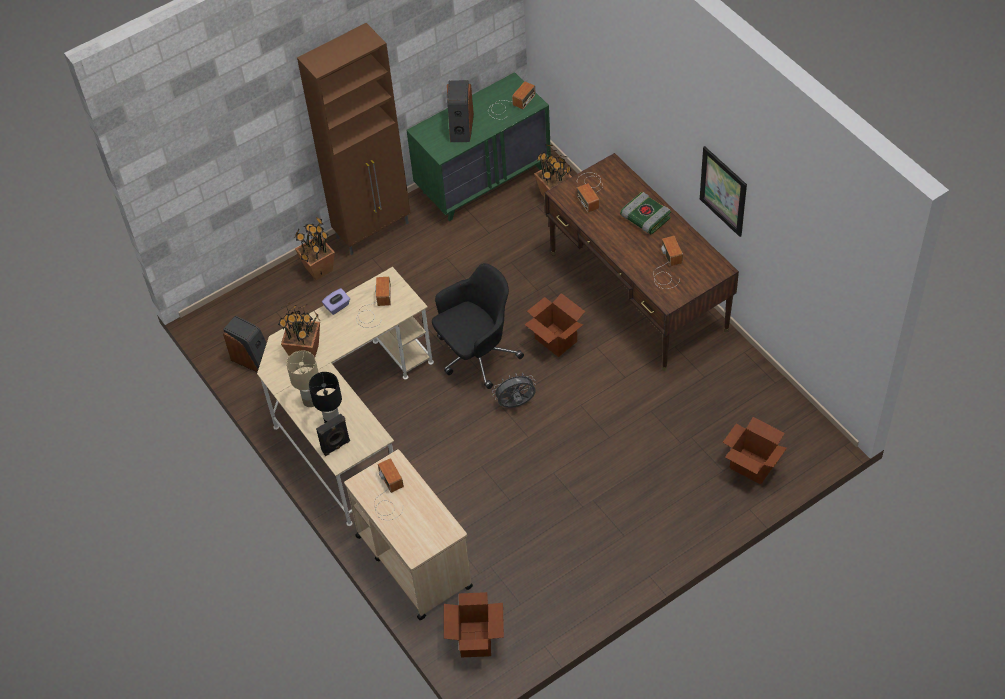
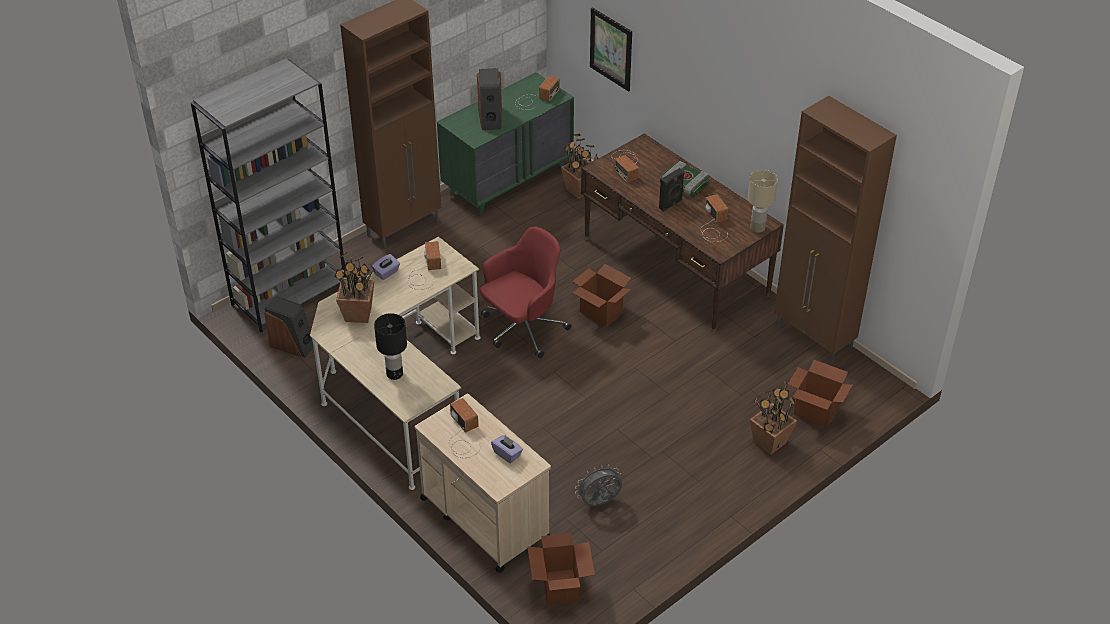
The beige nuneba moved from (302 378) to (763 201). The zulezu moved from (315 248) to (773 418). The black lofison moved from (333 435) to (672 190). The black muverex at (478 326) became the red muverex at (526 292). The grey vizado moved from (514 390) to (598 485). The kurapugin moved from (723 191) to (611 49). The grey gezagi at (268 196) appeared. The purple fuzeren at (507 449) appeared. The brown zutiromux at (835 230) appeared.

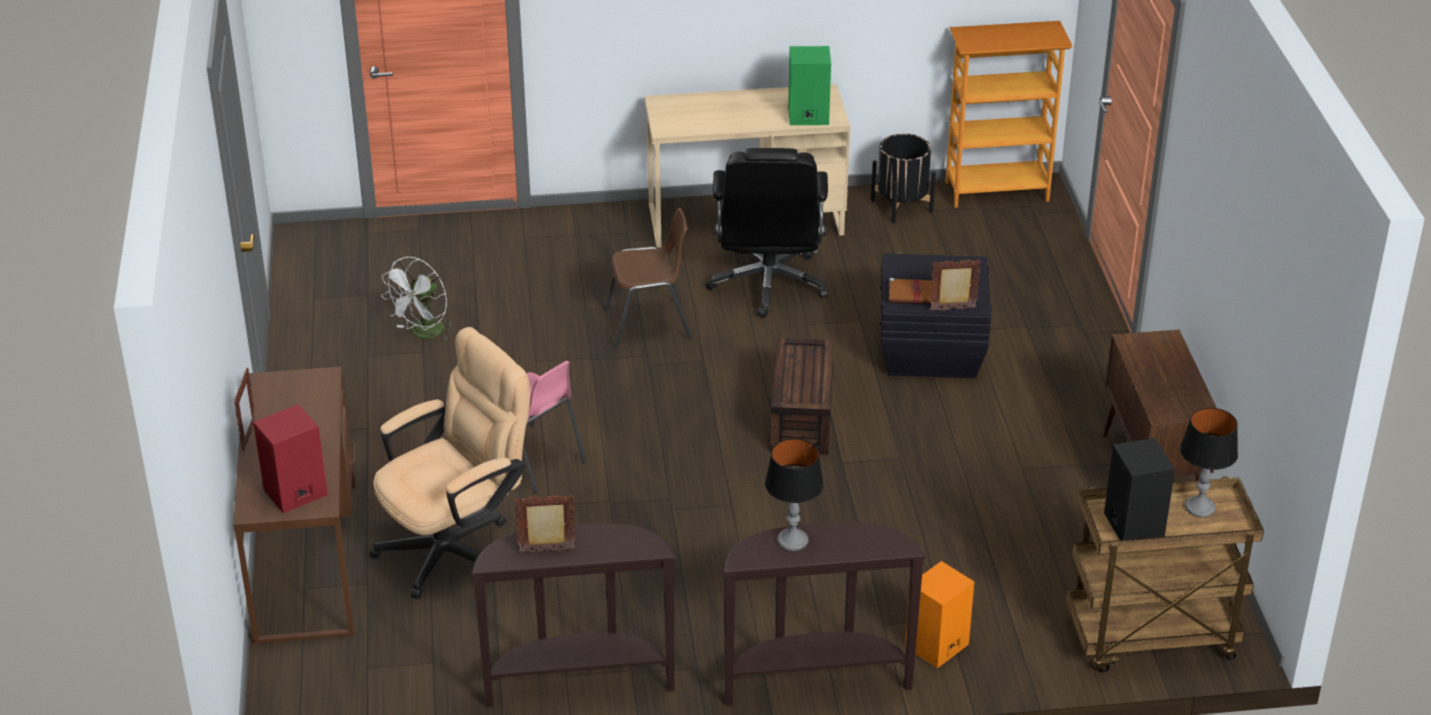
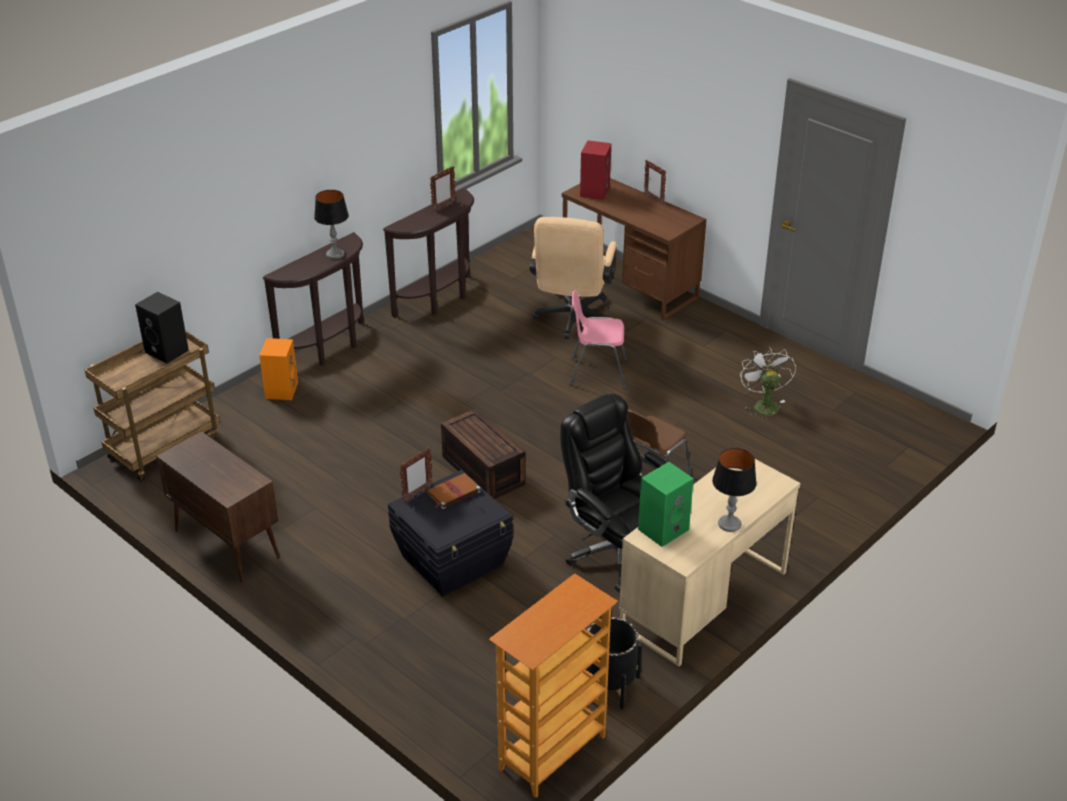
The nuneba moved from (1209 462) to (734 490).

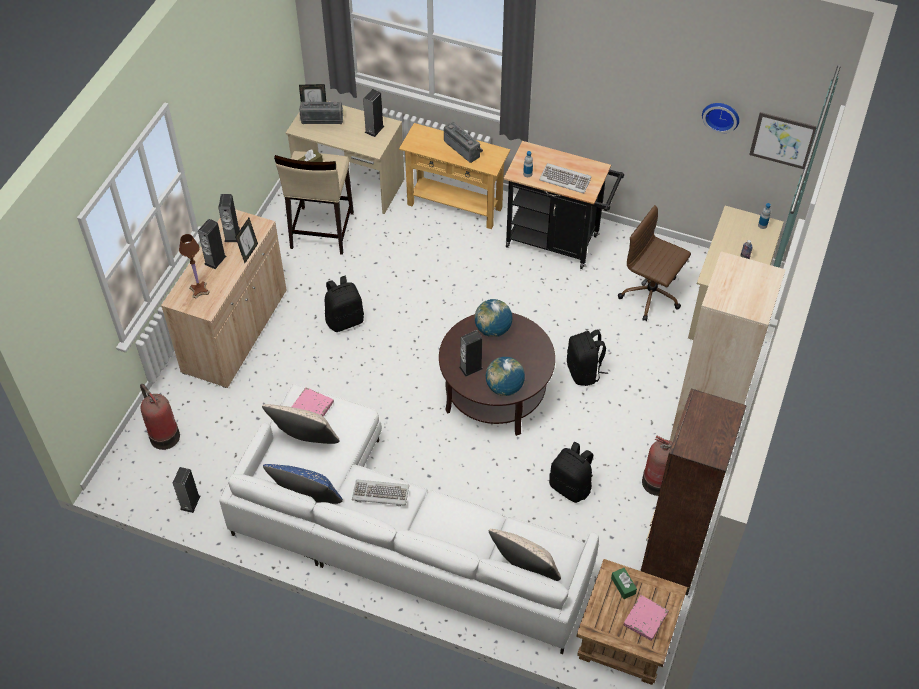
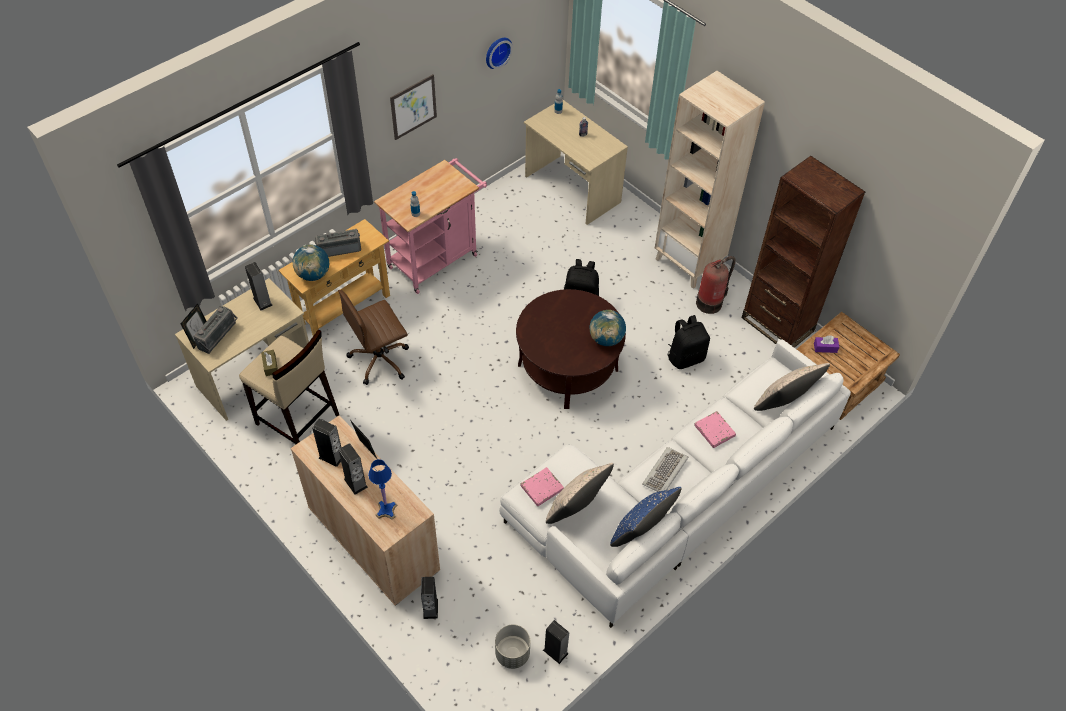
The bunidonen at (160 417) disappeared. The brown nuneba at (194 266) became the blue nuneba at (382 489). The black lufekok at (344 304) disappeared. The lofison moved from (471 353) to (429 598). The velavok moved from (494 318) to (310 262). The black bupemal at (564 205) became the pink bupemal at (430 226). The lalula at (565 178) disappeared. The green fuzeren at (624 583) became the purple fuzeren at (826 344). The brown muverex moved from (654 263) to (373 337). The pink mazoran moved from (646 618) to (715 429). The kurapugin moved from (783 140) to (413 107). The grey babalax at (512 646) appeared.

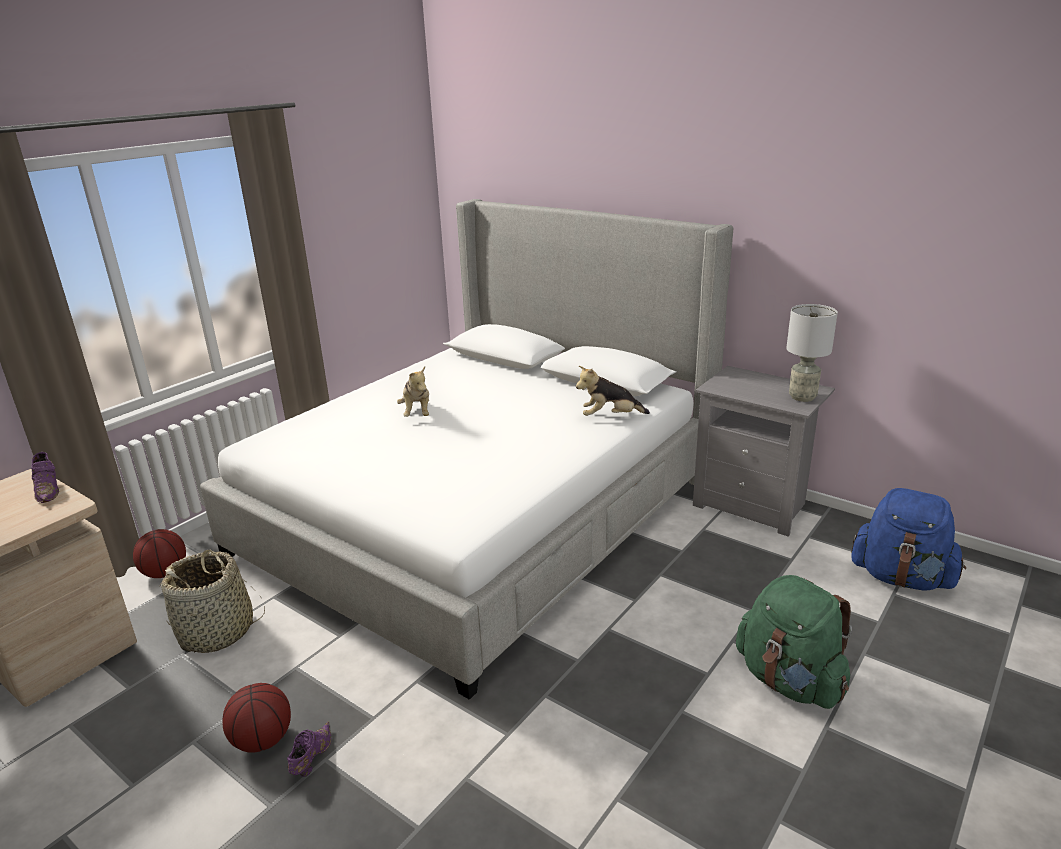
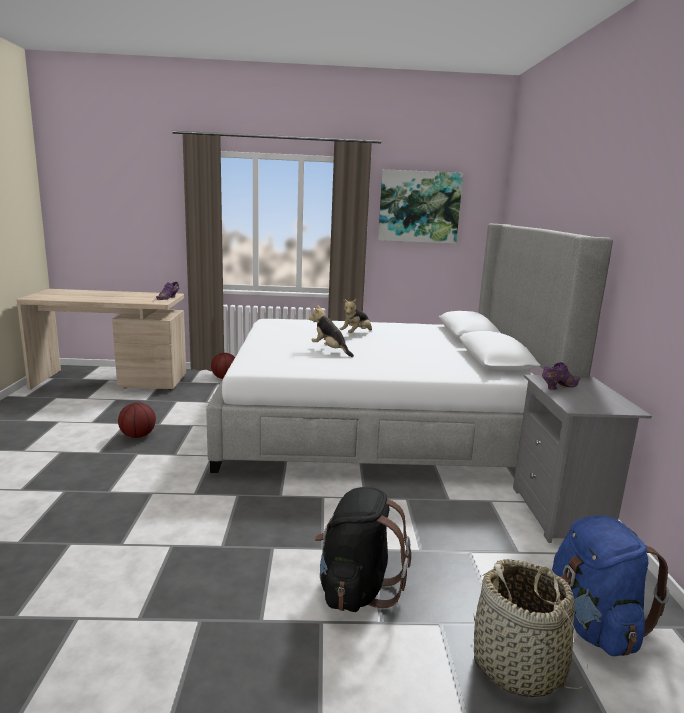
The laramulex moved from (212 601) to (530 628). The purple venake moved from (309 749) to (561 376). The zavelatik moved from (613 391) to (331 331). The green lufekok at (794 642) became the black lufekok at (363 549). The grey nuneba at (812 353) disappeared. The kurapugin at (420 206) appeared.

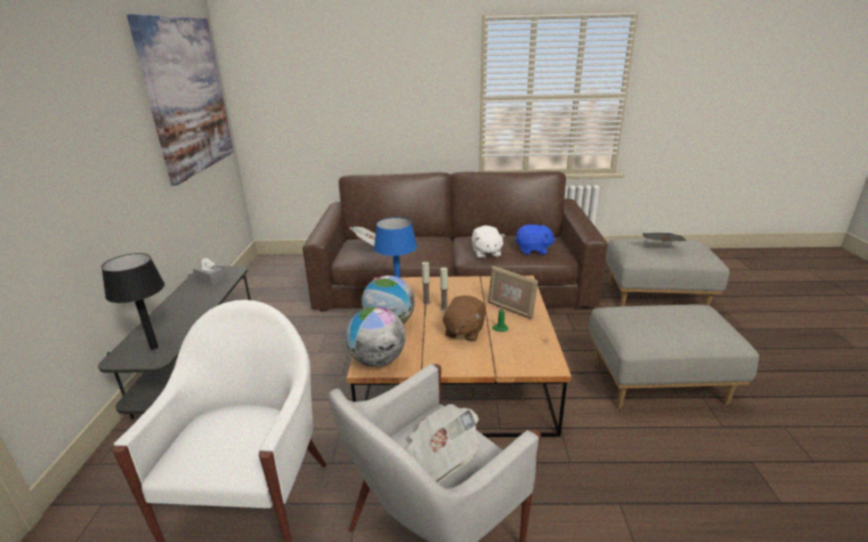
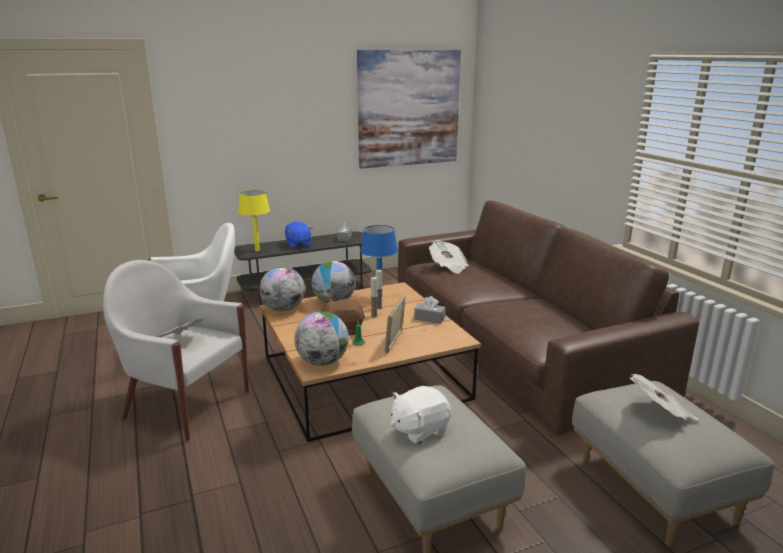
The black nuneba at (133 301) became the yellow nuneba at (254 220). The white zavelatik moved from (488 241) to (420 415). The blue zavelatik moved from (535 239) to (298 235). The velavok at (321 338) appeared. The grey fuzeren at (430 310) appeared.

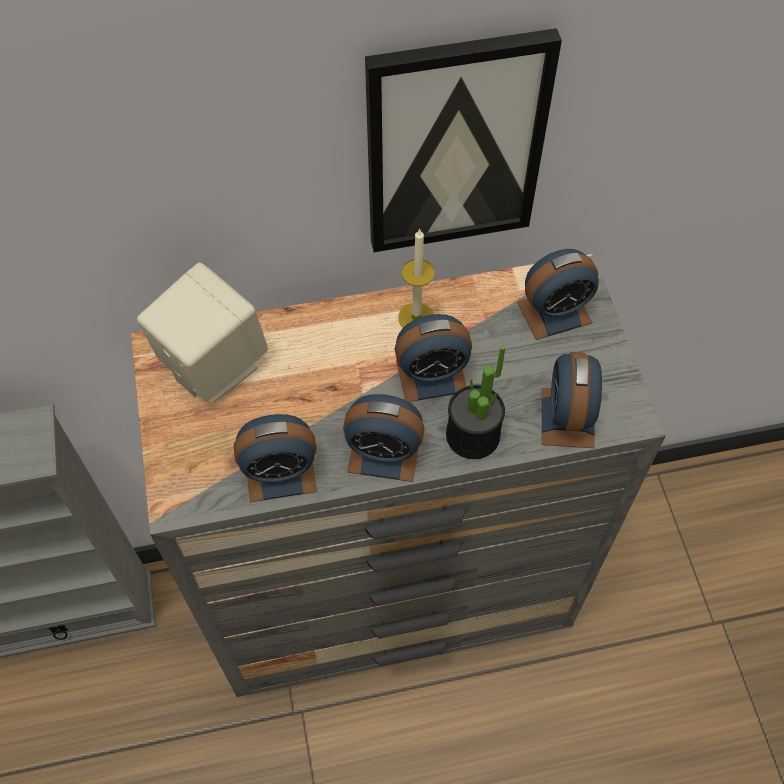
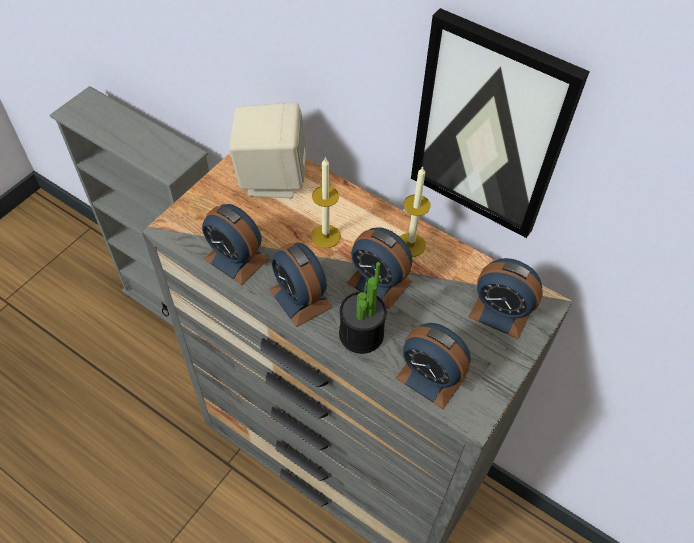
The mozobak at (572 400) turned 105 degrees counterclockwise. The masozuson at (326 202) appeared.

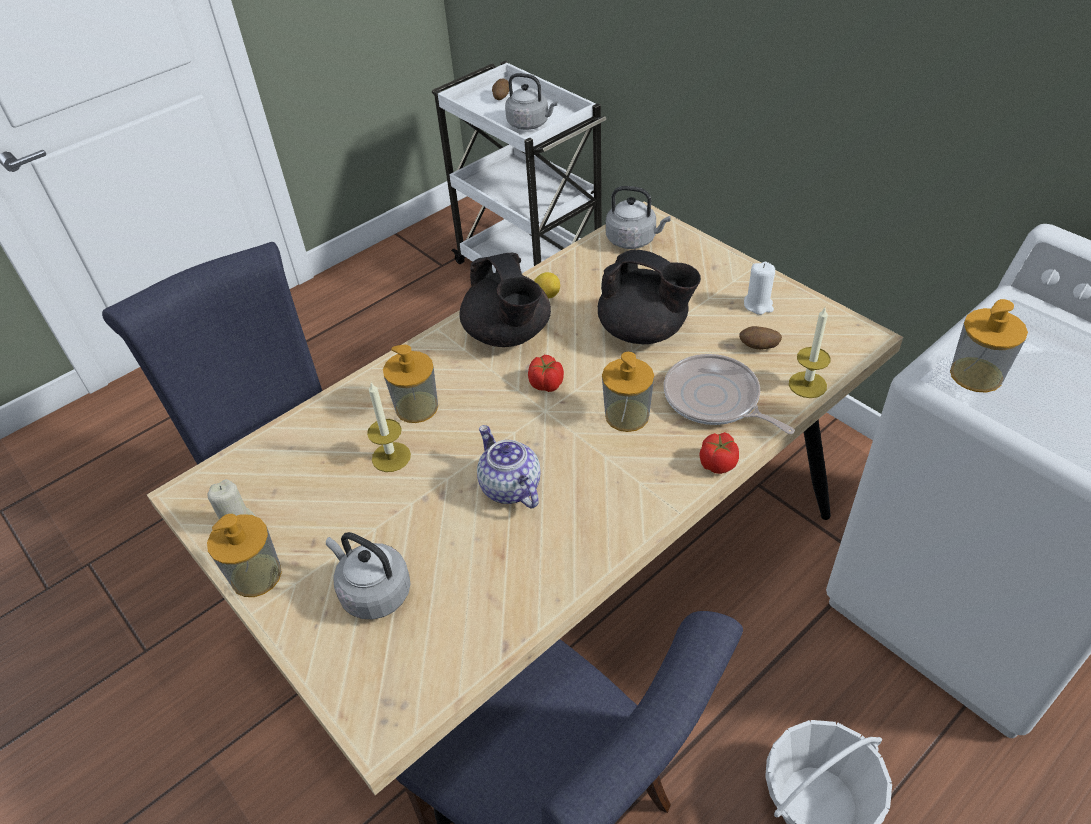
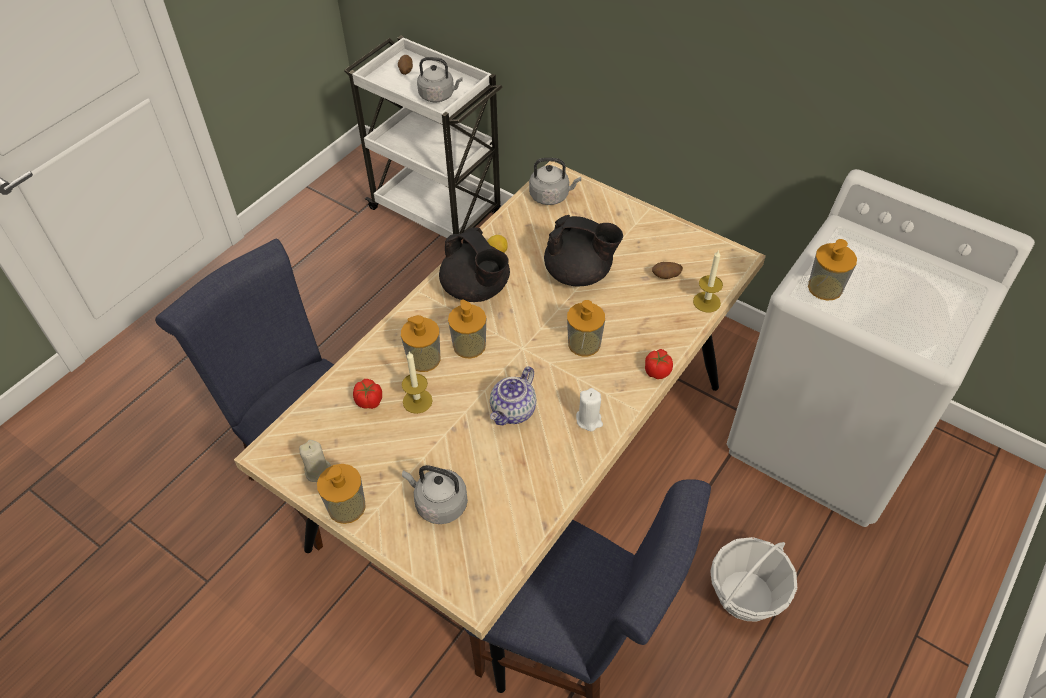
The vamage at (509 466) turned 105 degrees counterclockwise. The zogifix moved from (546 373) to (367 394). The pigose at (729 394) disappeared. The white masozuson moved from (759 288) to (589 409). The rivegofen at (467 329) appeared.

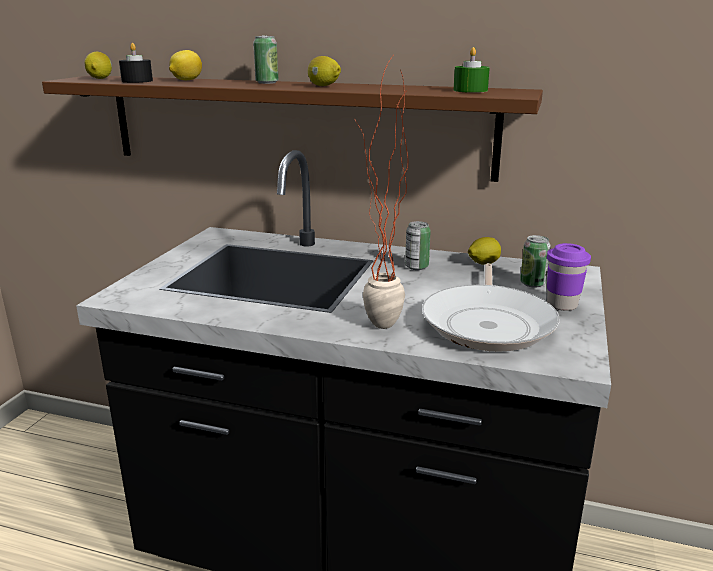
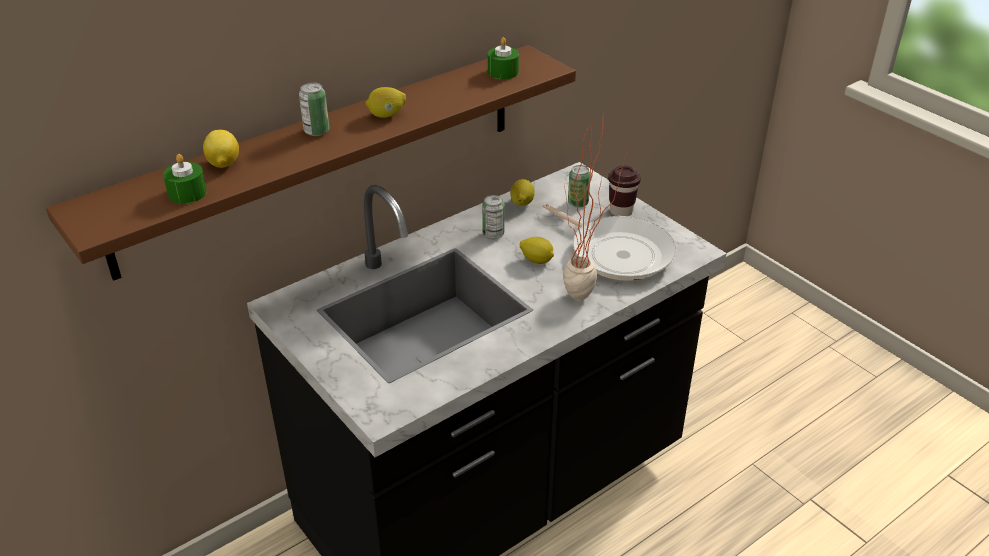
The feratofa moved from (98 65) to (537 250). The black masozuson at (136 63) became the green masozuson at (185 179). The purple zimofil at (569 277) became the brown zimofil at (624 190).

